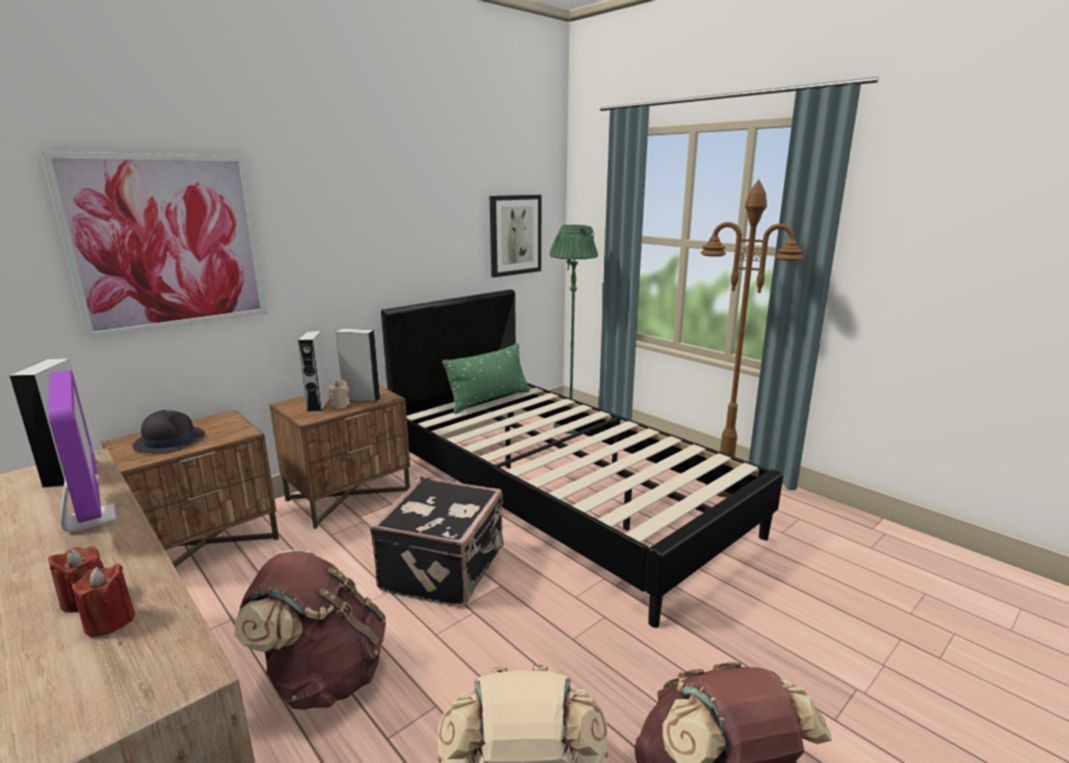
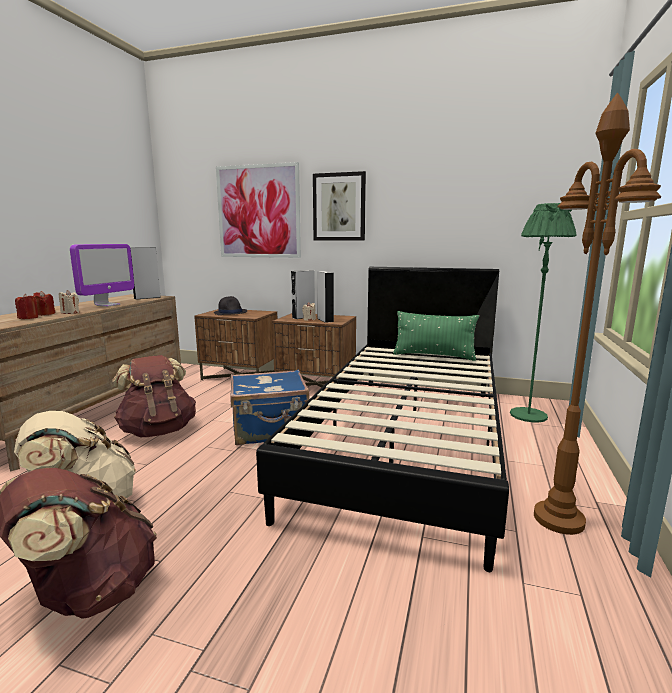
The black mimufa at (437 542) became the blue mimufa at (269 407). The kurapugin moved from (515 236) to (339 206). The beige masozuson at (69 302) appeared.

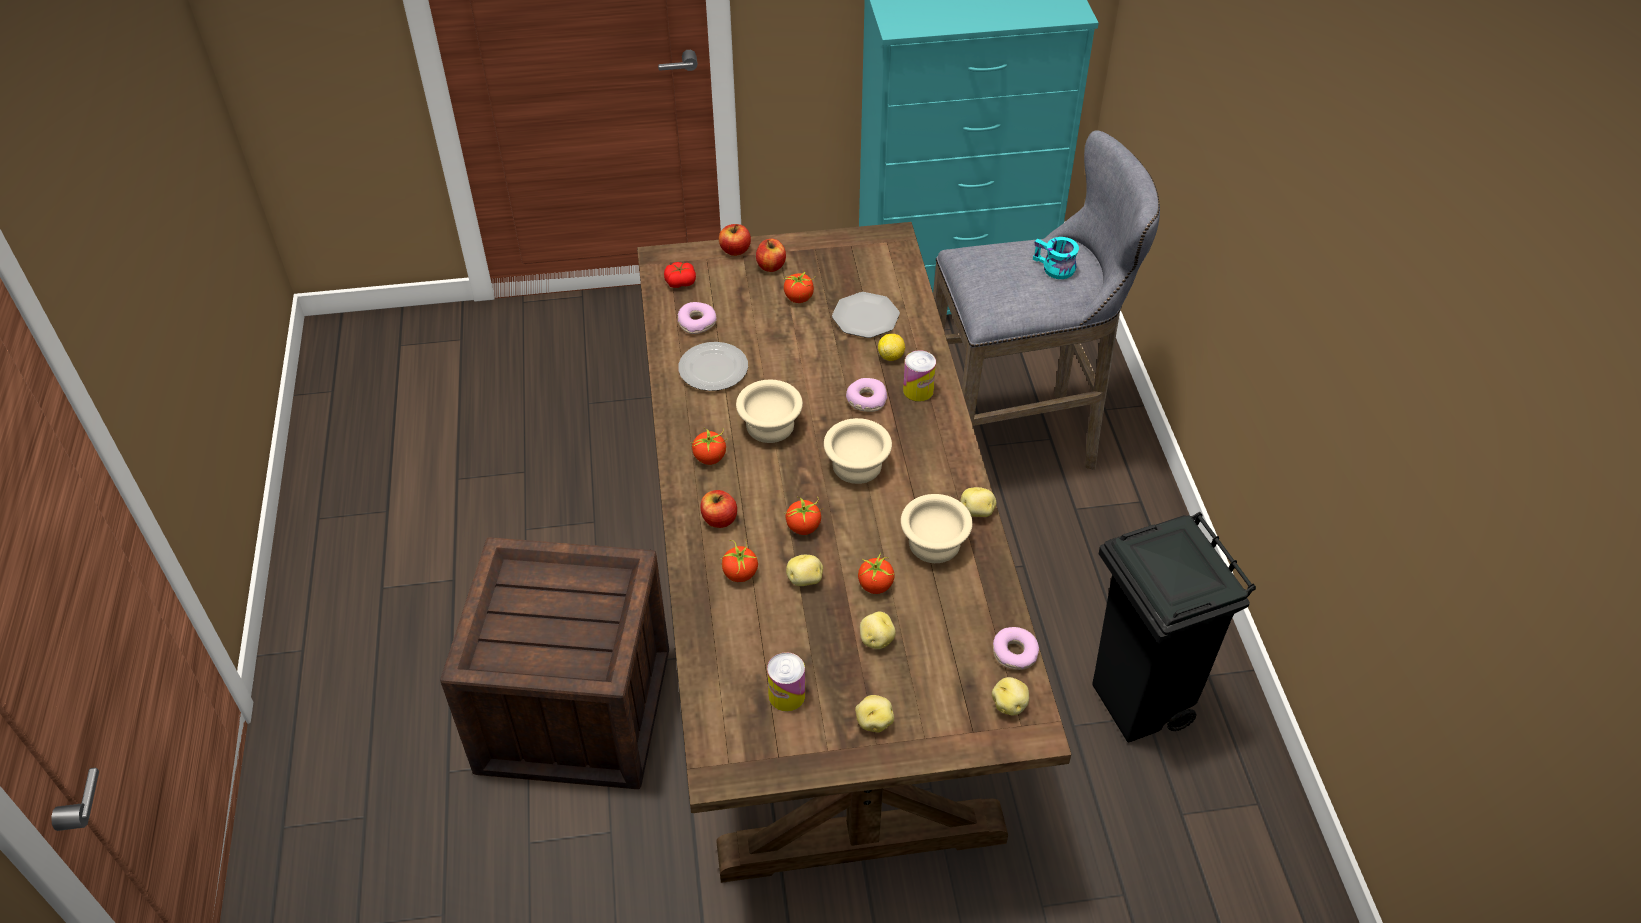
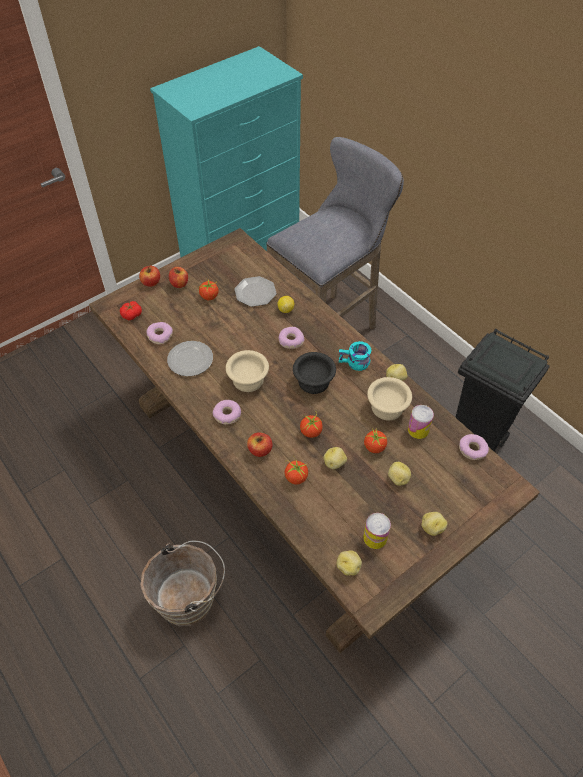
The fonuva at (554 663) was replaced by the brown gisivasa at (183 584). The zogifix at (708 446) was replaced by the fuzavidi at (227 412). The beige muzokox at (858 451) became the black muzokox at (314 373). The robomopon moved from (919 376) to (421 422). The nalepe moved from (1010 696) to (349 563). The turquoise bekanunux moved from (1056 258) to (355 356).

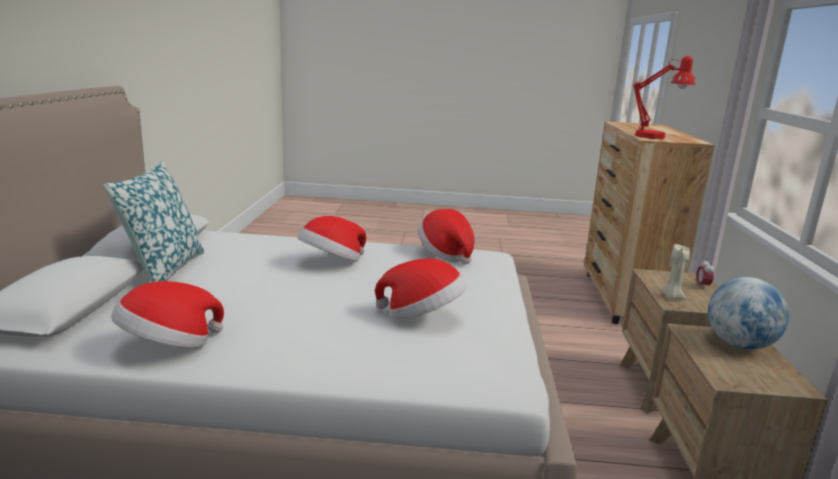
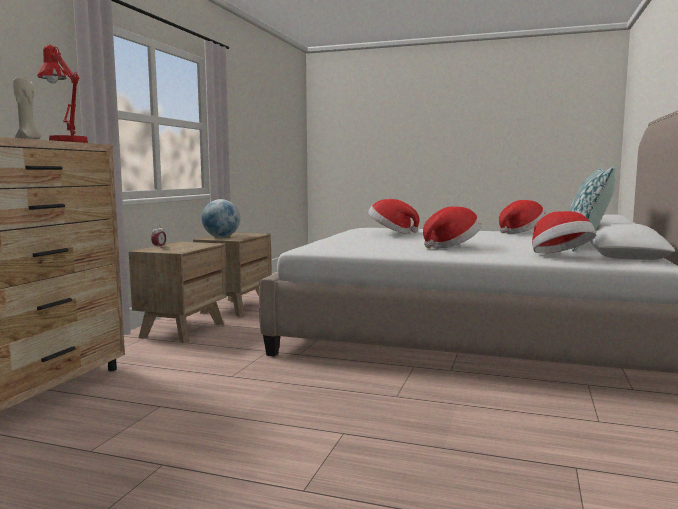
The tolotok moved from (446 236) to (564 232). The beige masozuson moved from (675 271) to (27 108).

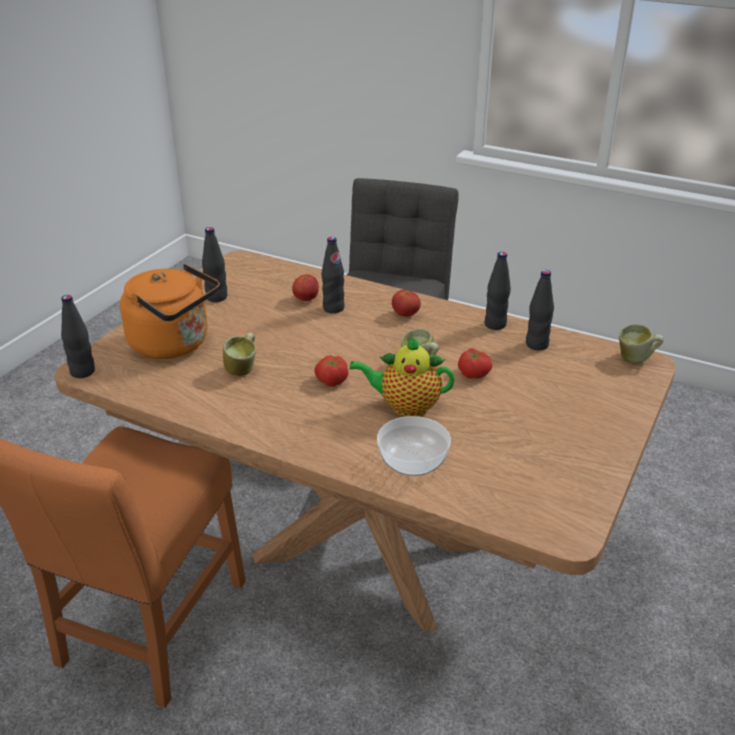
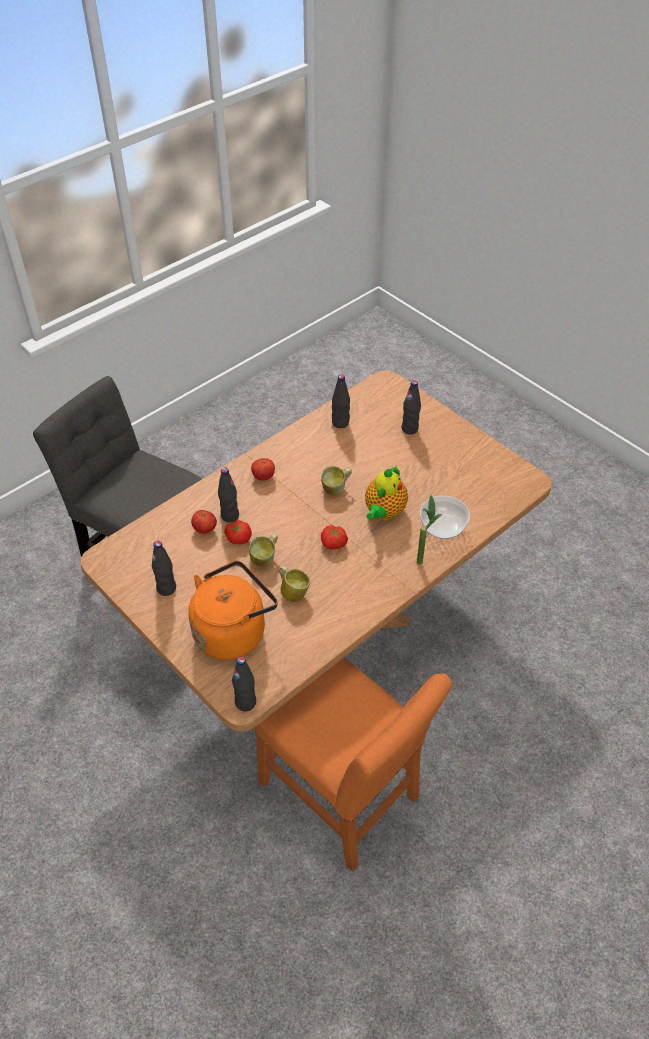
The zogifix moved from (475 363) to (238 532). The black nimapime moved from (498 291) to (411 407). The bekanunux moved from (641 343) to (263 550). The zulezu at (429 530) appeared.

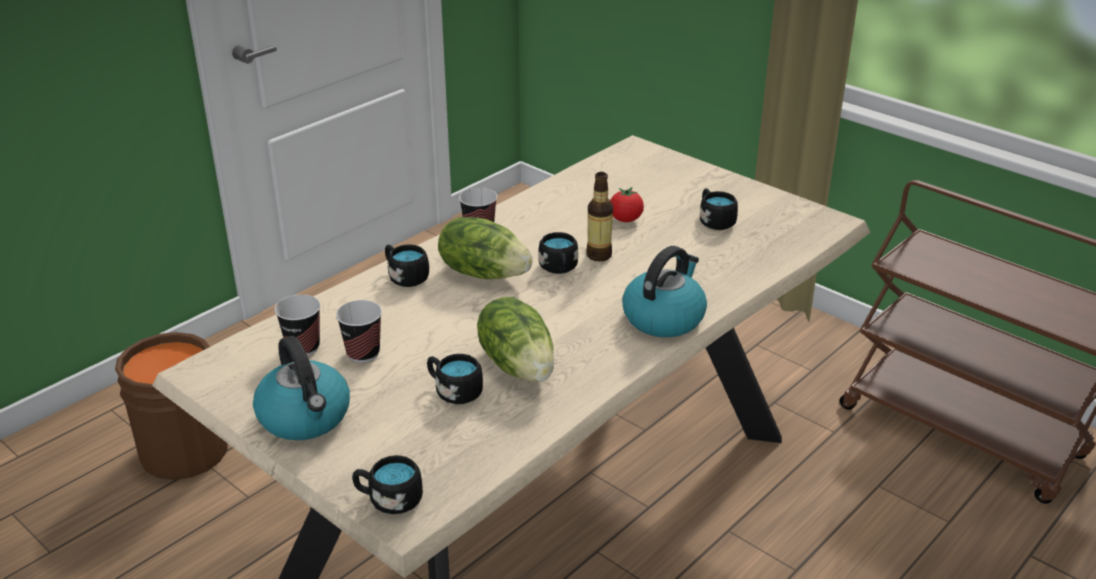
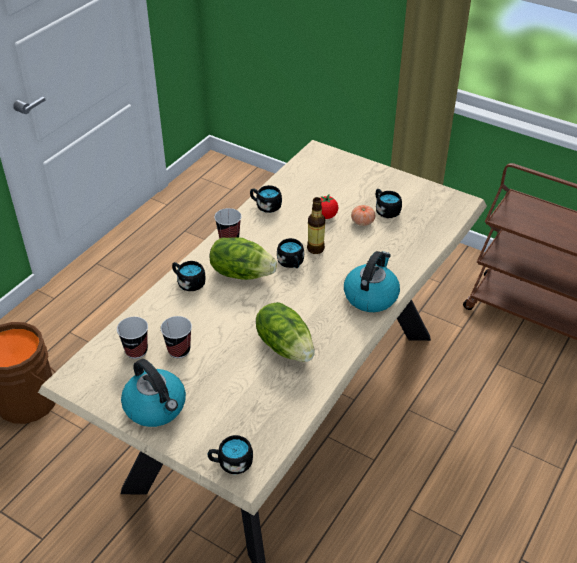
The black bekanunux moved from (455 379) to (266 199). The zogifix at (363 215) appeared.

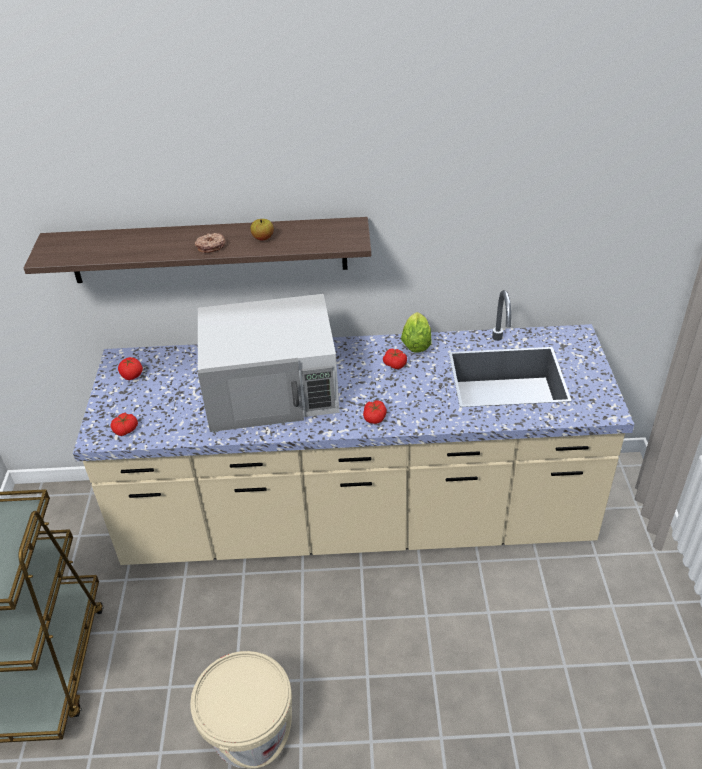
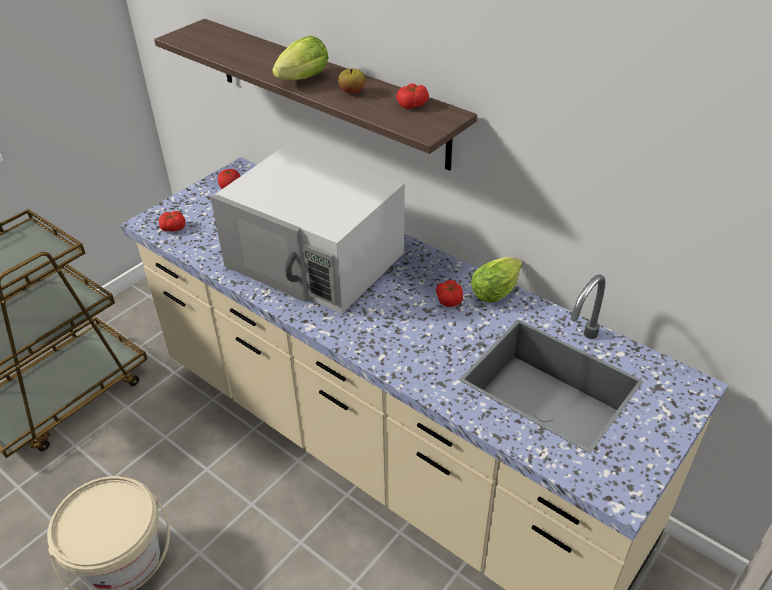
The fuzavidi at (210 243) was replaced by the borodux at (300 58). The zogifix moved from (375 412) to (412 96).

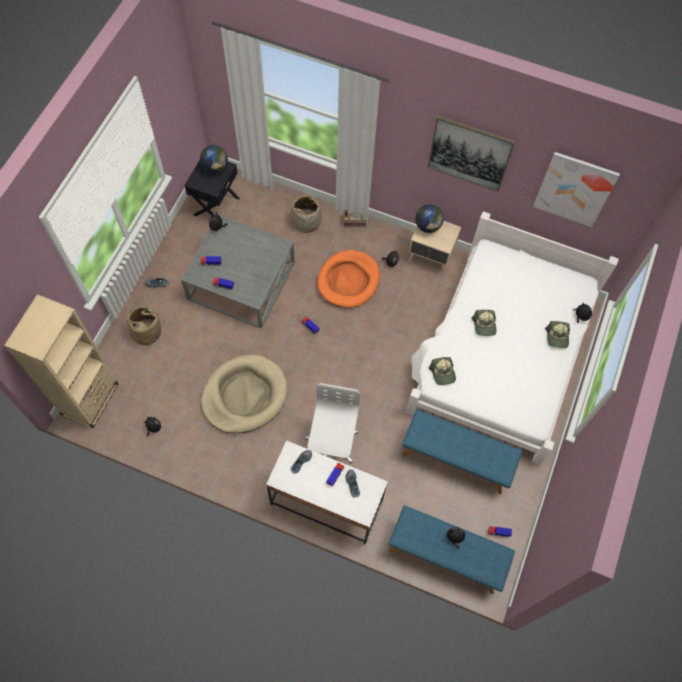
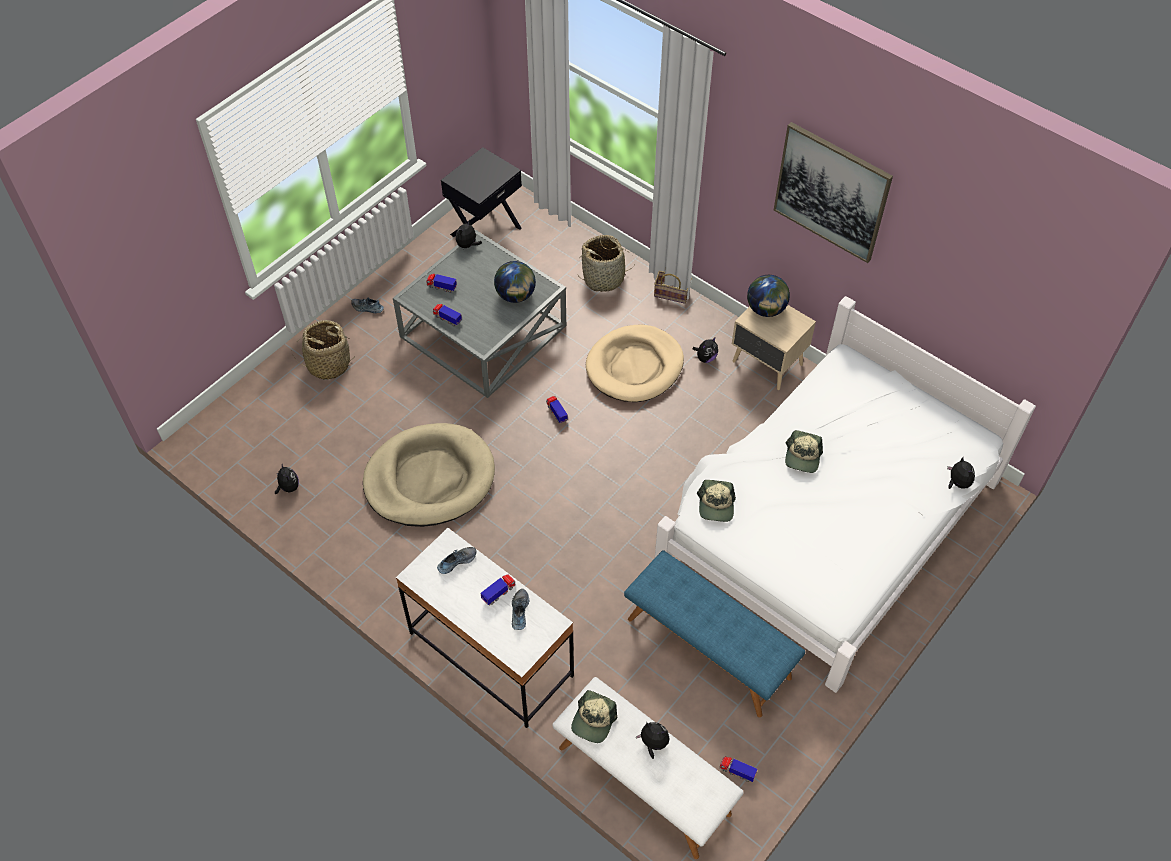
The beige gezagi at (61 361) disappeared. The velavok moved from (214 159) to (515 282). The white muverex at (332 423) disappeared. The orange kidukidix at (348 279) became the beige kidukidix at (635 363). The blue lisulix at (452 549) became the white lisulix at (648 768). The kurapugin at (576 189) disappeared. The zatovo moved from (557 334) to (594 716).

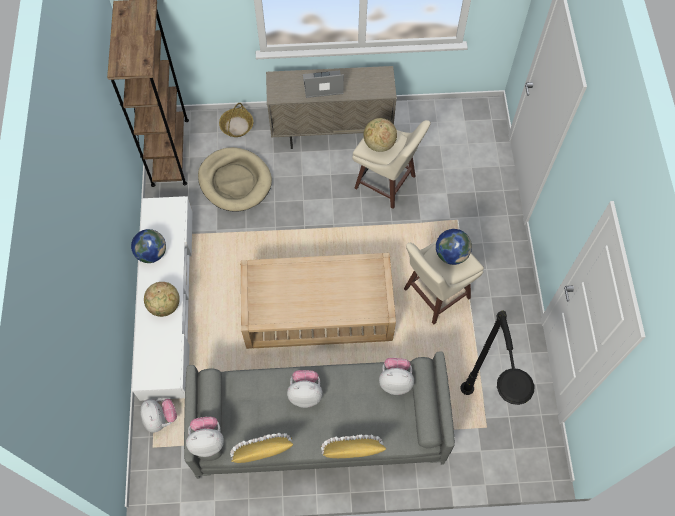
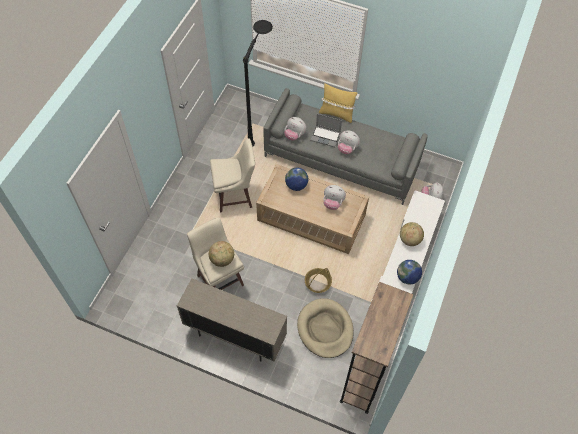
The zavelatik moved from (205 437) to (334 197). The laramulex moved from (236 120) to (318 280). The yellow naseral at (261 448) disappeared. The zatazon moved from (323 84) to (326 130). The velavok moved from (454 247) to (296 179).

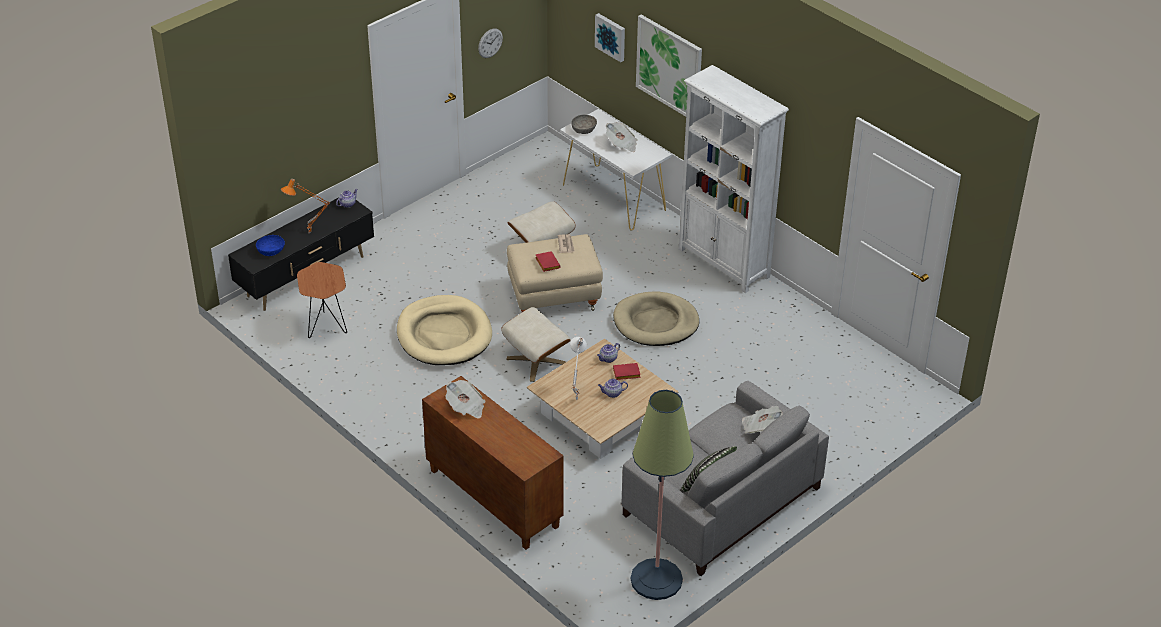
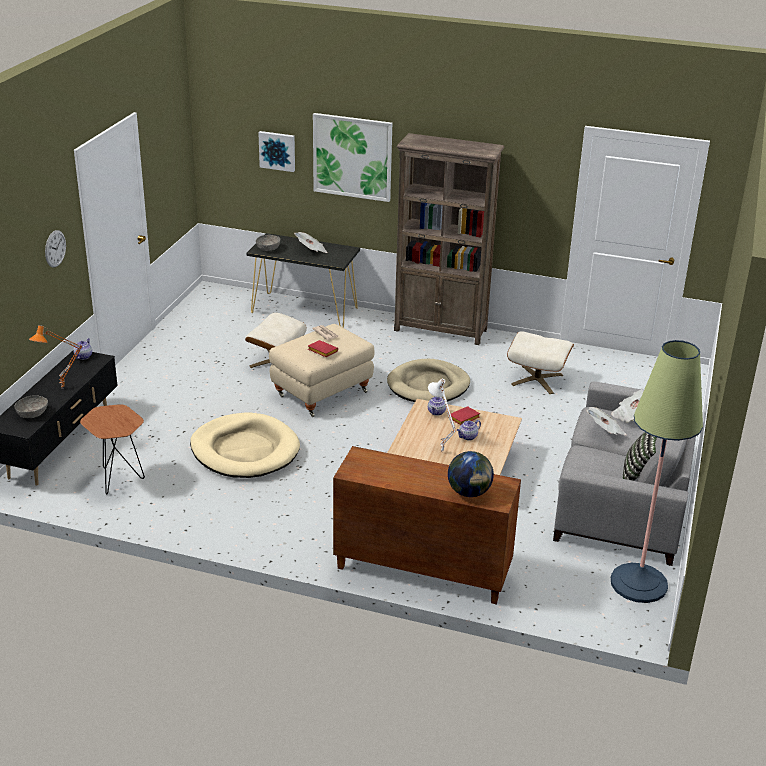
The blue muzokox at (270 245) became the grey muzokox at (31 406). The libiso moved from (465 399) to (606 421). The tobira moved from (490 43) to (55 248). The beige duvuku moved from (536 344) to (540 363). The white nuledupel at (616 169) became the black nuledupel at (303 280). The white gezagi at (733 179) became the brown gezagi at (449 239). The velavok at (471 474) appeared.

